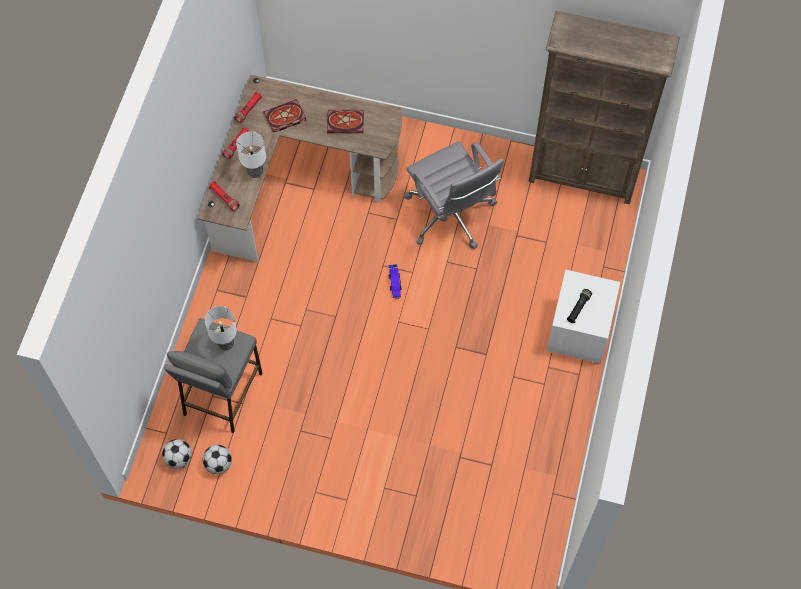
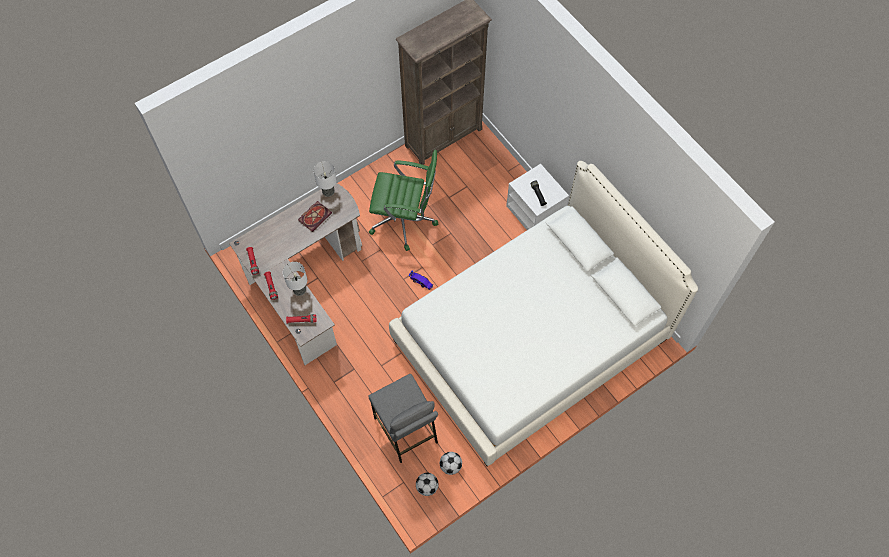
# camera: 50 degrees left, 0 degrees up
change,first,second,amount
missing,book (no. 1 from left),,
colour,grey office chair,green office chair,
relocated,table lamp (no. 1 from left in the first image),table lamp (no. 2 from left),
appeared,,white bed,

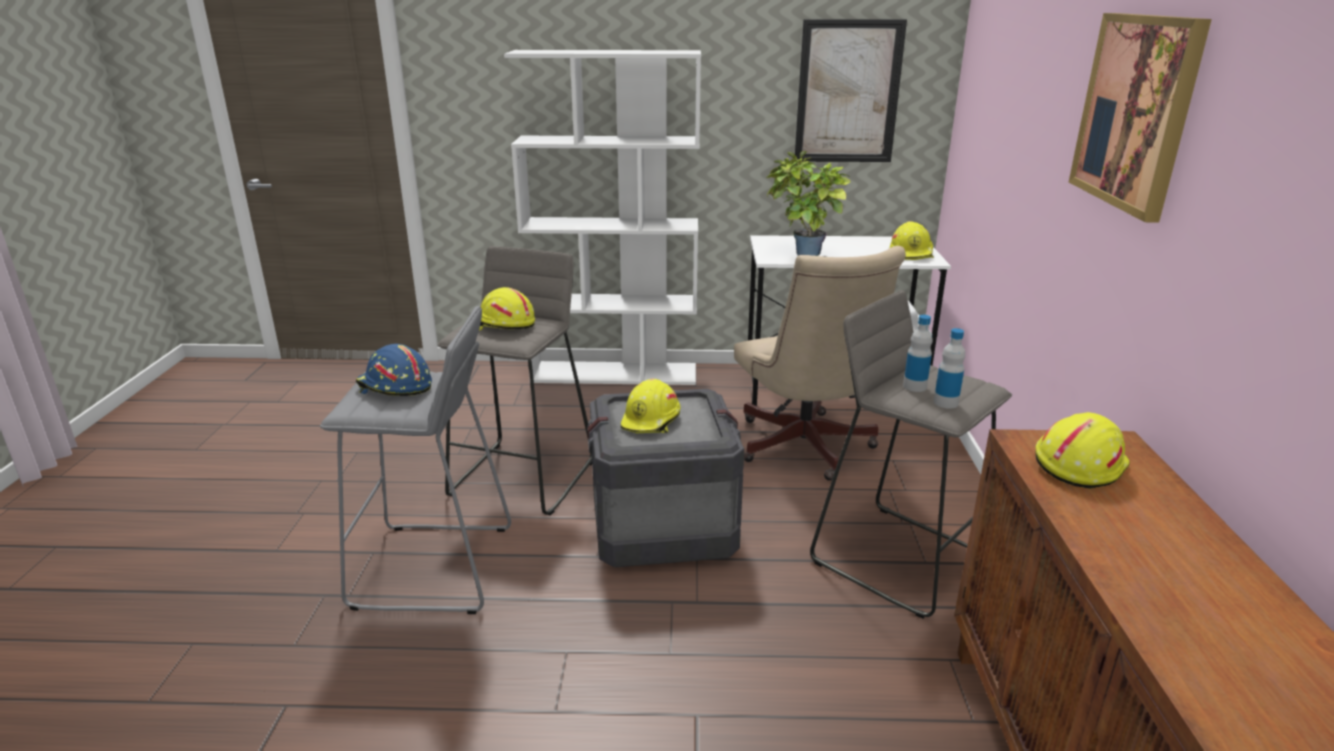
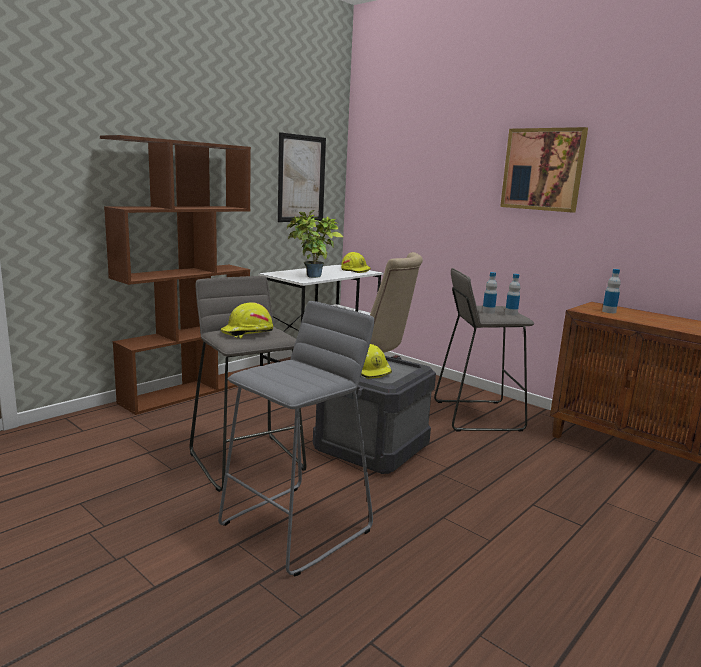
# camera: 50 degrees left, 10 degrees down
change,first,second,amount
colour,white bookcase,brown bookcase,
missing,blue hard hat,,
exchanged,yellow hard hat (no. 4 from left),bottle (no. 3 from left),

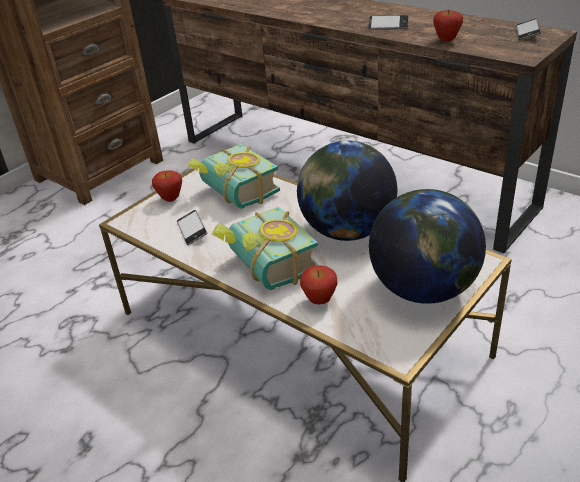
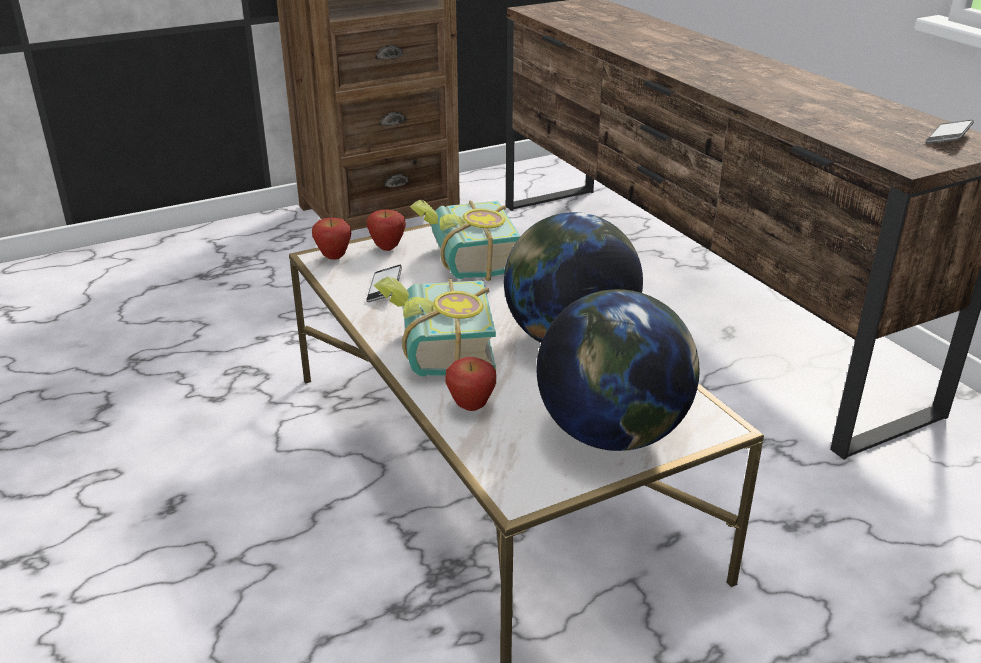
# camera: 20 degrees right, 5 degrees down
change,first,second,amount
relocated,apple (no. 3 from left in the first image),apple (no. 1 from left),
missing,phone (no. 2 from left),,

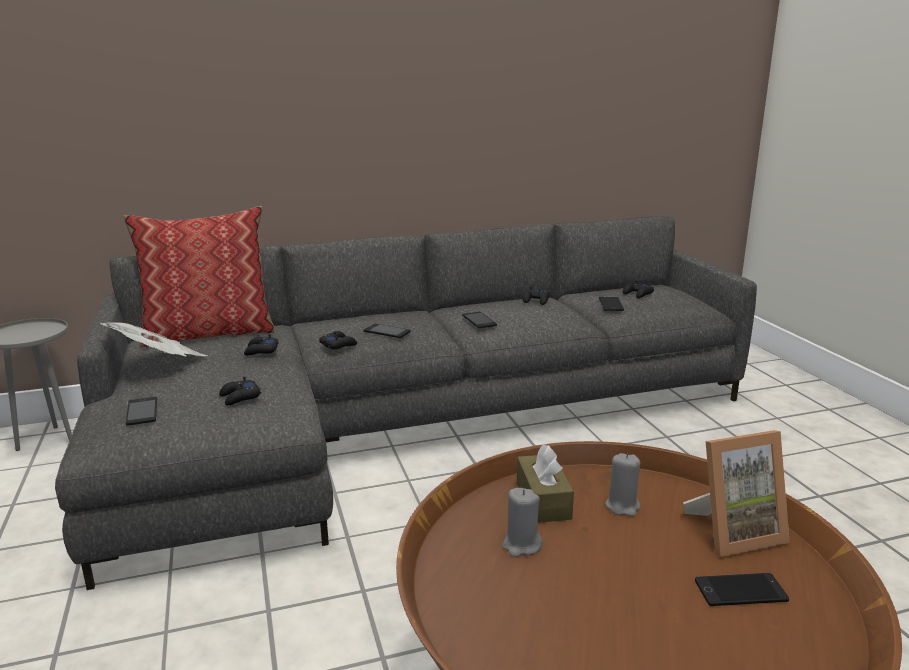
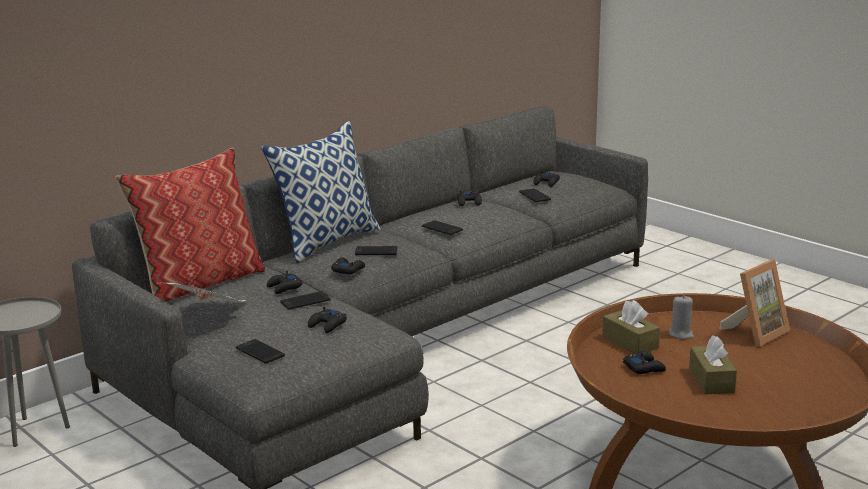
# camera: 25 degrees left, 0 degrees up
change,first,second,amount
exchanged,grey candle (no. 1 from left),black game controller (no. 6 from left),
relocated,phone (no. 5 from left in the first image),phone (no. 2 from left),
appeared,,pillow (no. 2 from left),
appeared,,brown tissue box (no. 2 from left),

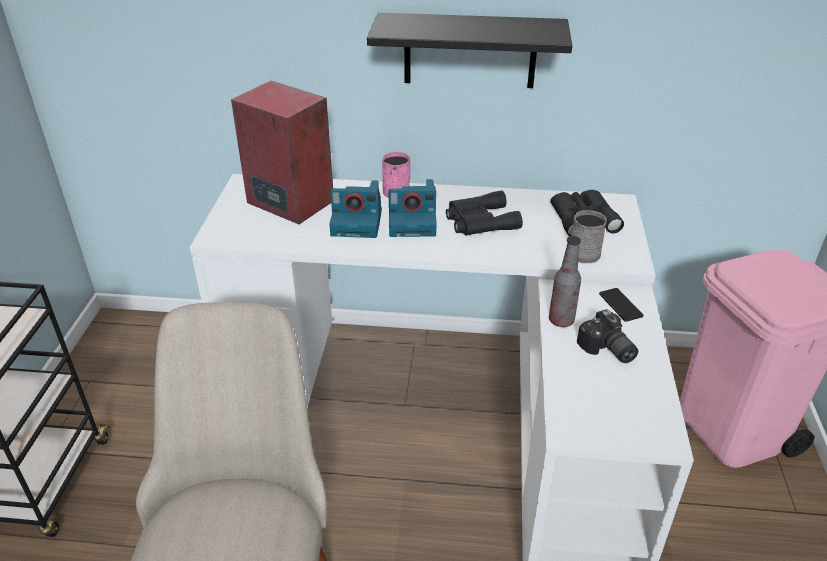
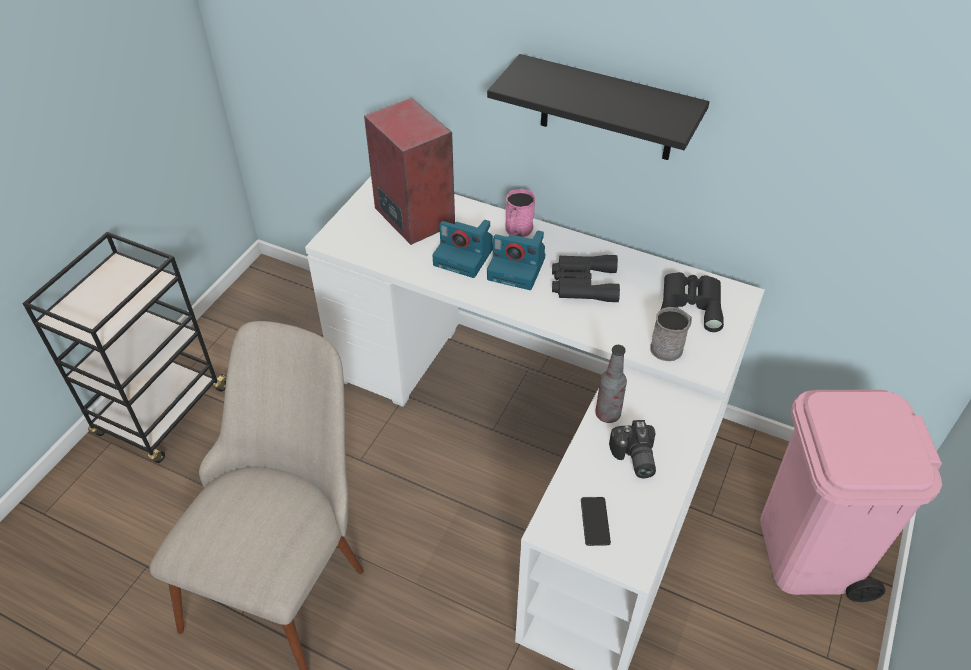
# camera: 20 degrees right, 10 degrees up
change,first,second,amount
relocated,phone,,

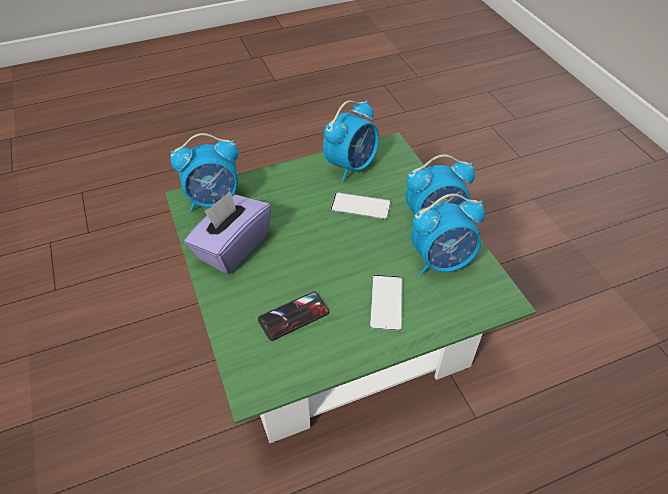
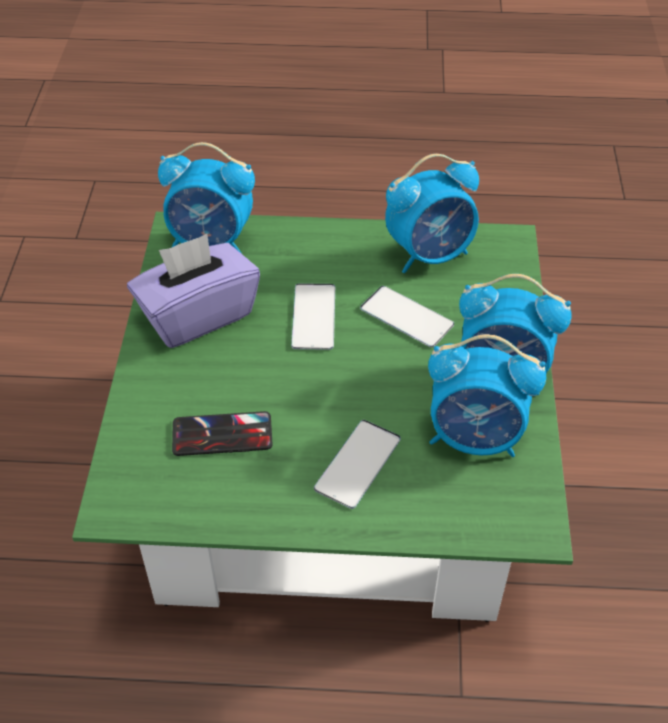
# camera: 25 degrees right, 0 degrees up
change,first,second,amount
appeared,,phone (no. 2 from left),

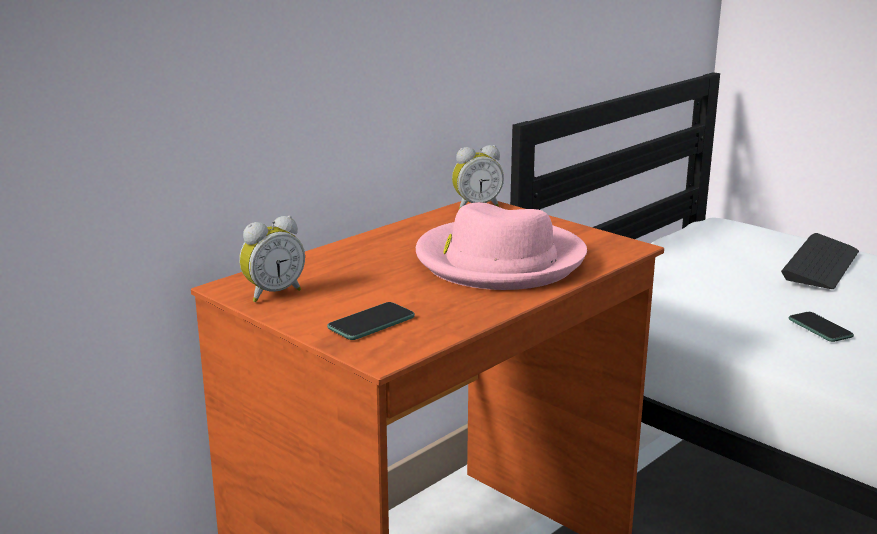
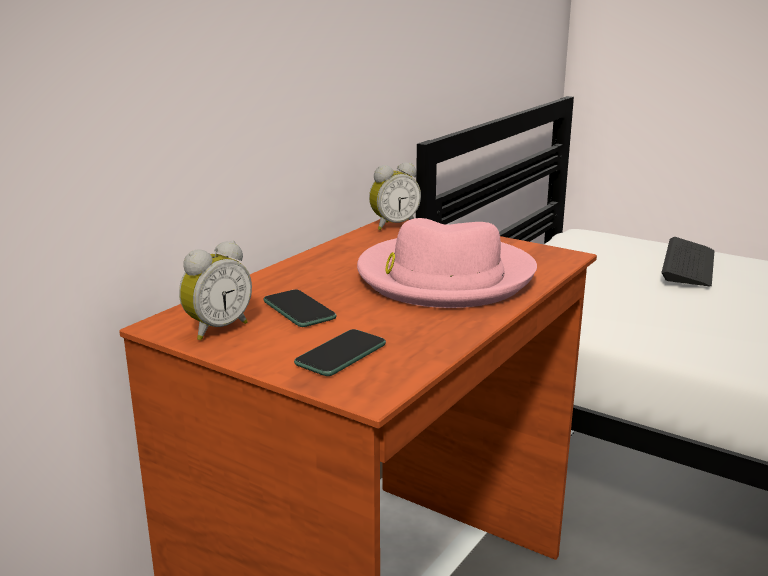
# camera: 10 degrees left, 0 degrees up
change,first,second,amount
relocated,phone (no. 2 from left in the first image),phone (no. 1 from left),

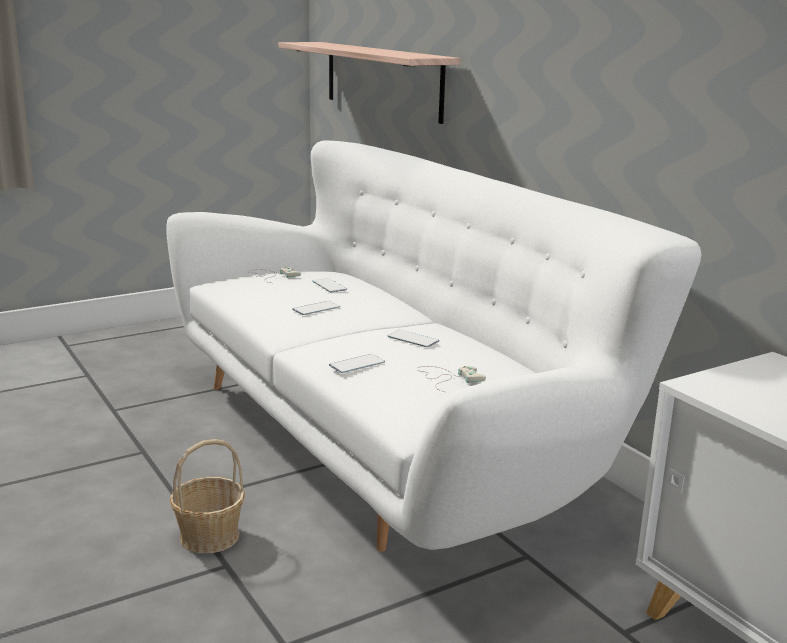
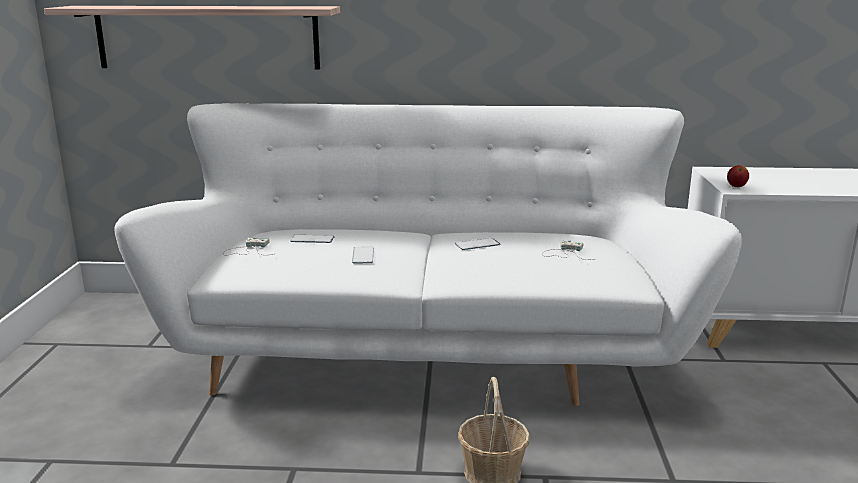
# camera: 55 degrees left, 0 degrees up
change,first,second,amount
missing,phone (no. 3 from left),,
appeared,,apple,

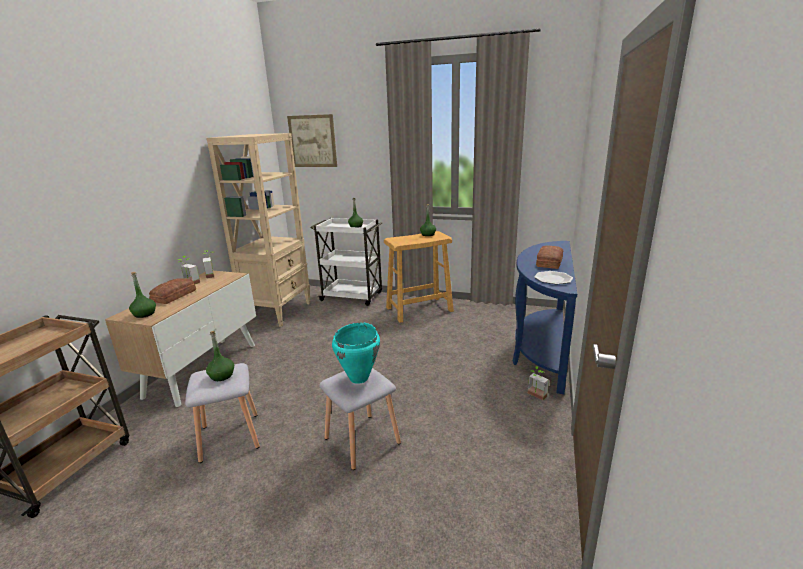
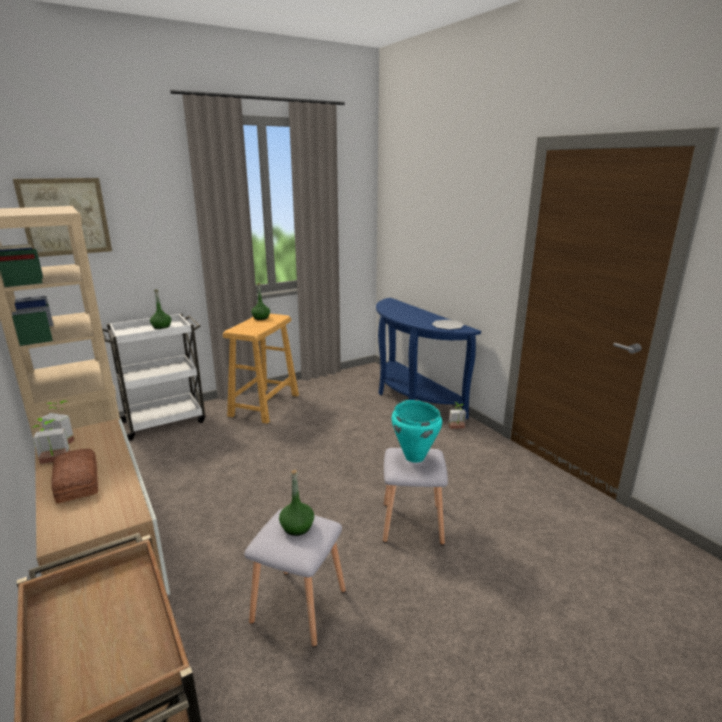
# camera: 50 degrees left, 0 degrees up
change,first,second,amount
missing,bread (no. 2 from left),,
missing,green bottle (no. 1 from left),,

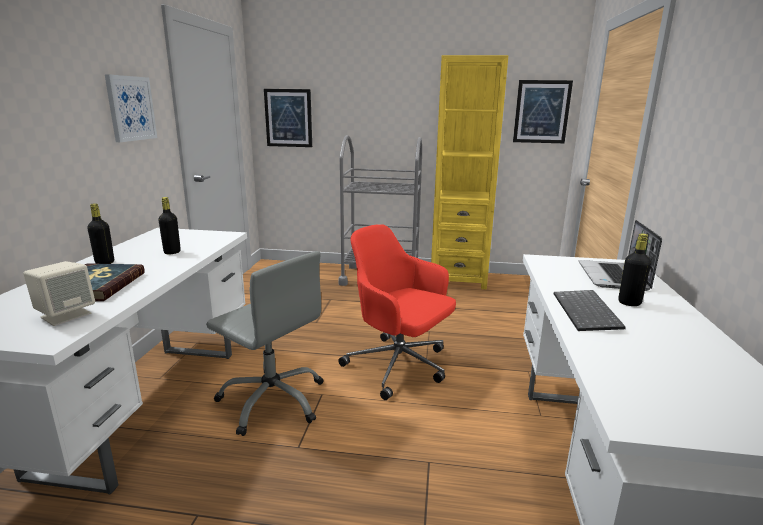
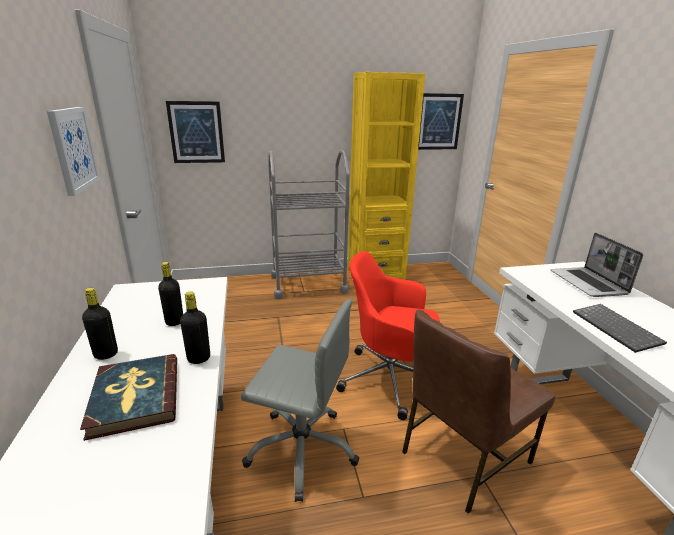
# camera: 20 degrees left, 5 degrees up
change,first,second,amount
relocated,black bottle (no. 3 from left),,
missing,beige speaker,,
appeared,,brown chair,

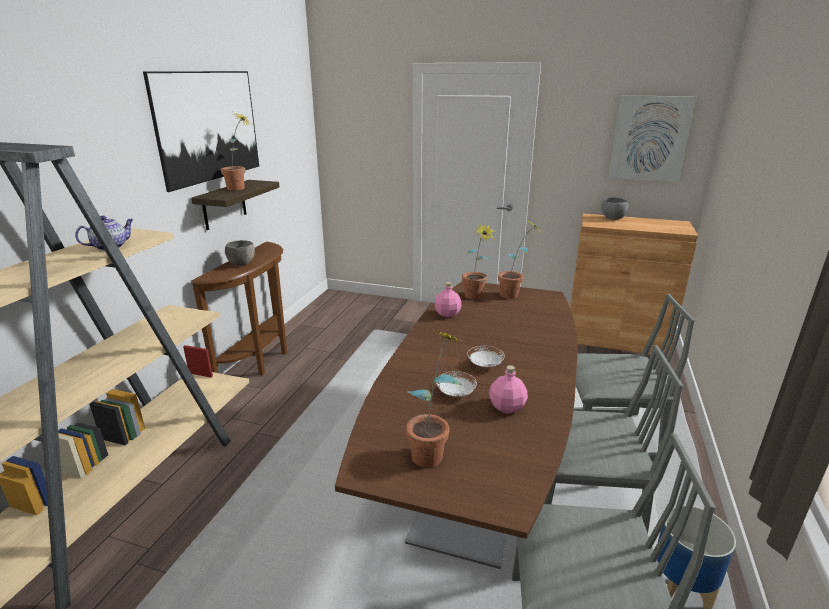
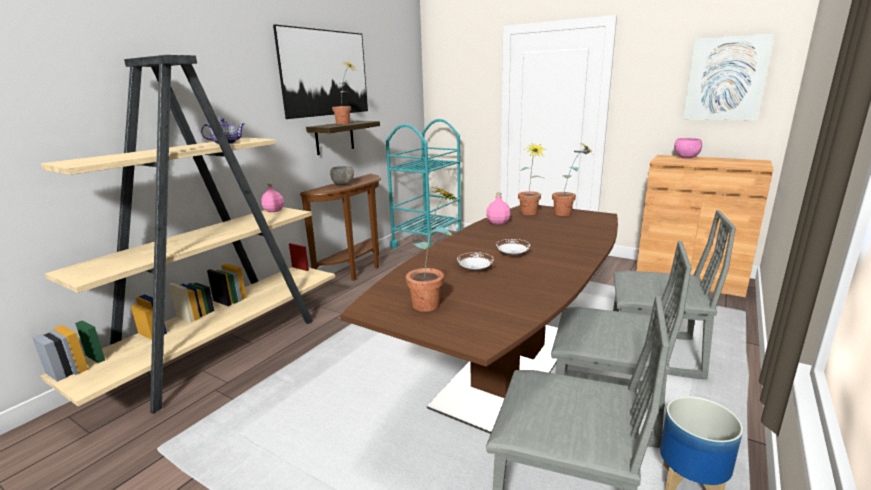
# camera: 15 degrees right, 5 degrees down
change,first,second,amount
colour,grey bowl (no. 2 from left),pink bowl,
relocated,pink bottle (no. 2 from left in the first image),pink bottle (no. 1 from left),
appeared,,turquoise cart,

